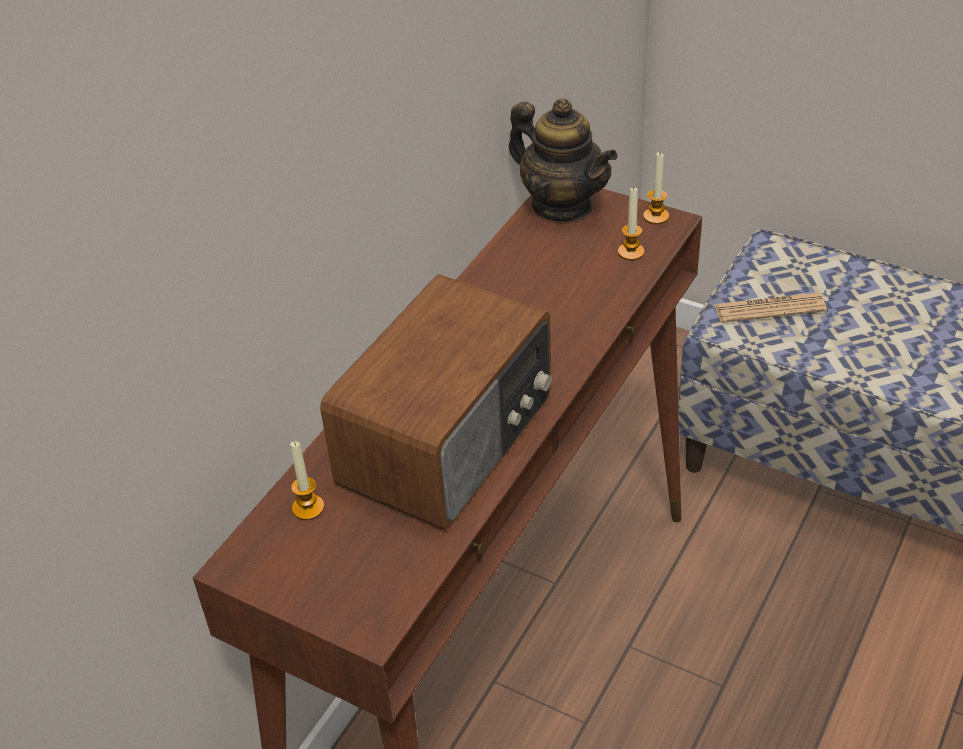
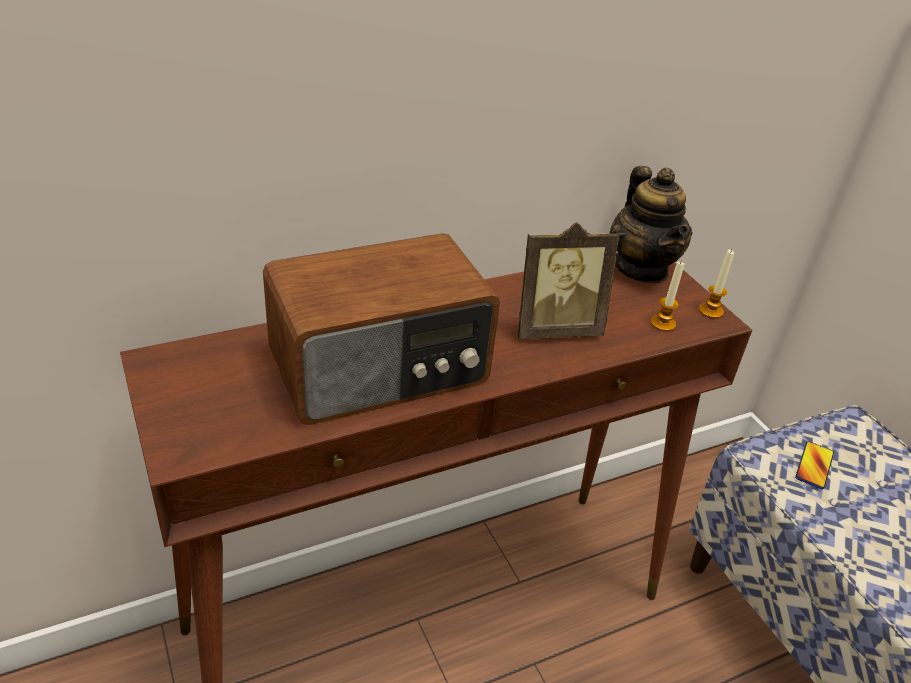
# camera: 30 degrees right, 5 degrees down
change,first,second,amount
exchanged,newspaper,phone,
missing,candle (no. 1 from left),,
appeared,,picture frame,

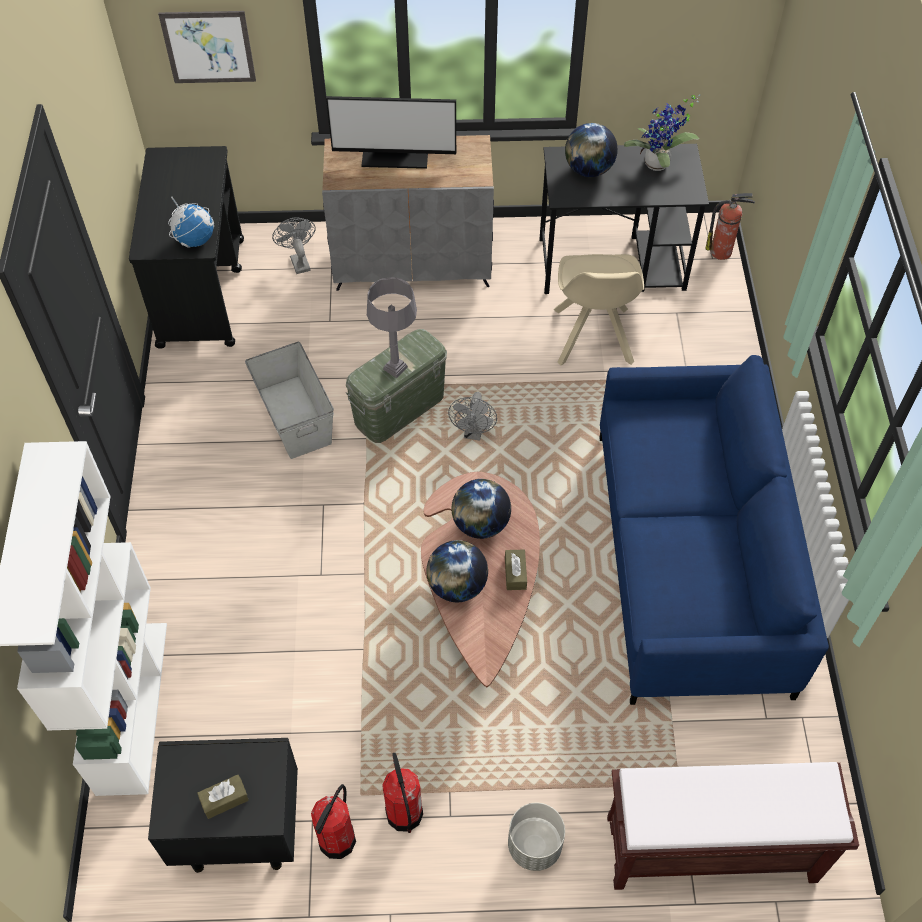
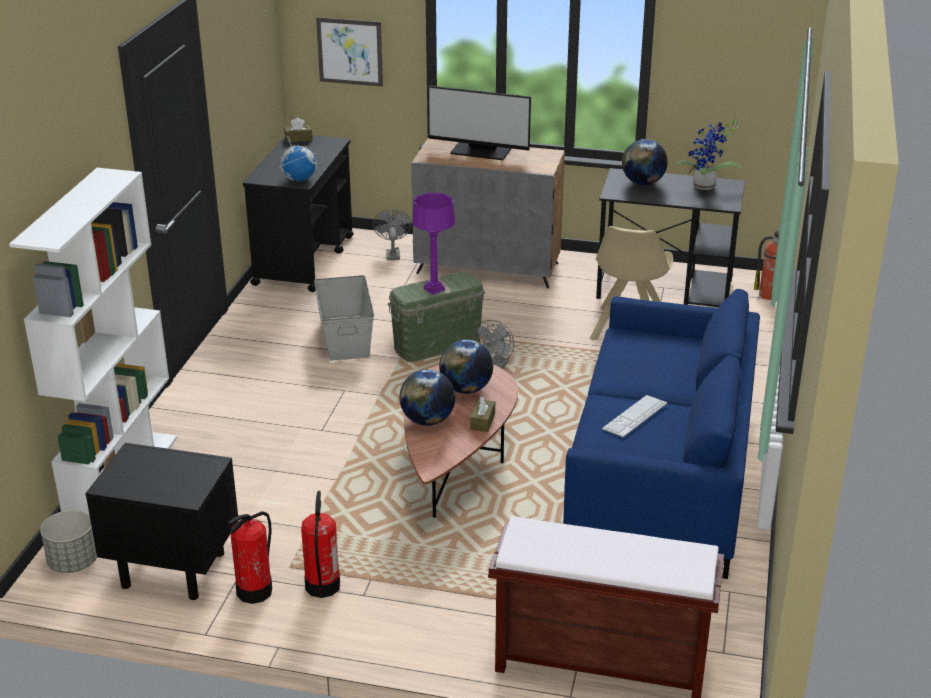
# camera: 15 degrees right, 25 degrees down
change,first,second,amount
colour,grey table lamp,purple table lamp,
relocated,brown tissue box (no. 1 from left),,
relocated,grey planter,,
appeared,,keyboard,

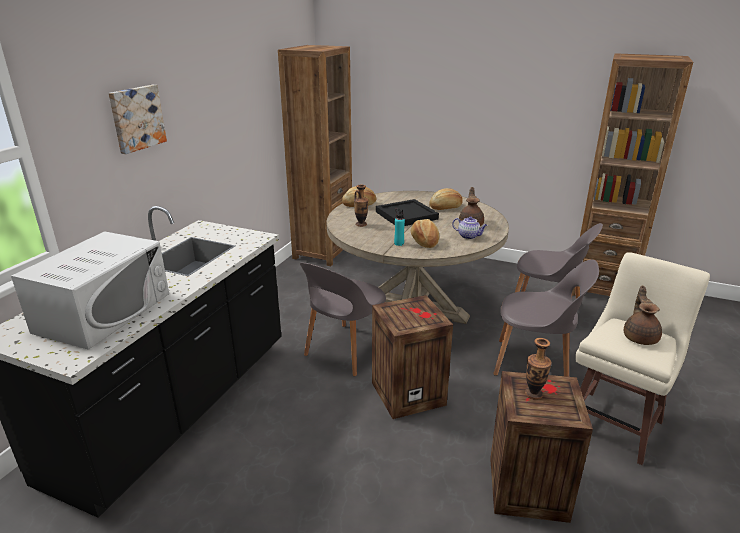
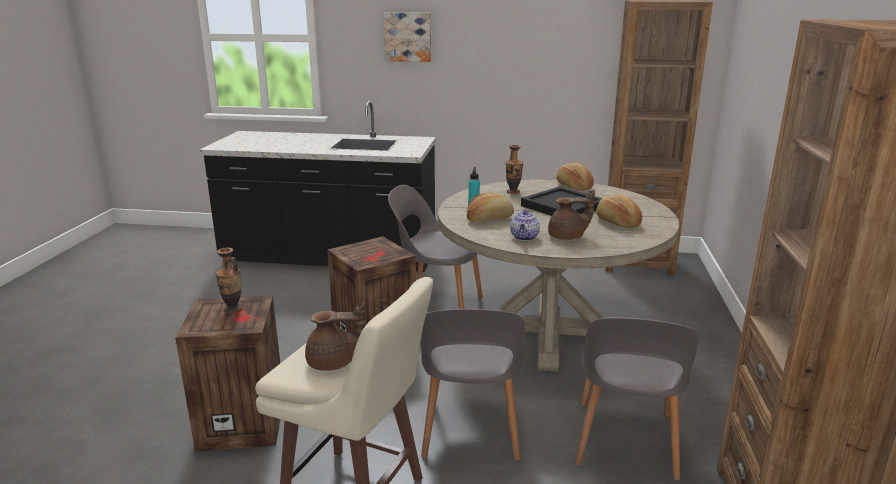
# camera: 75 degrees right, 5 degrees down
change,first,second,amount
missing,white microwave,,

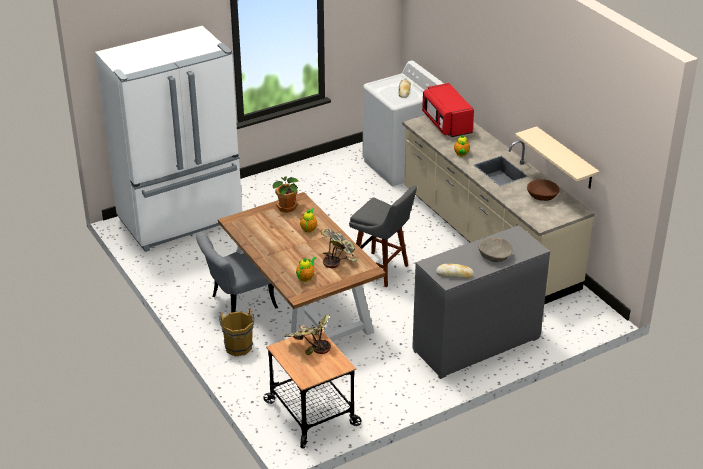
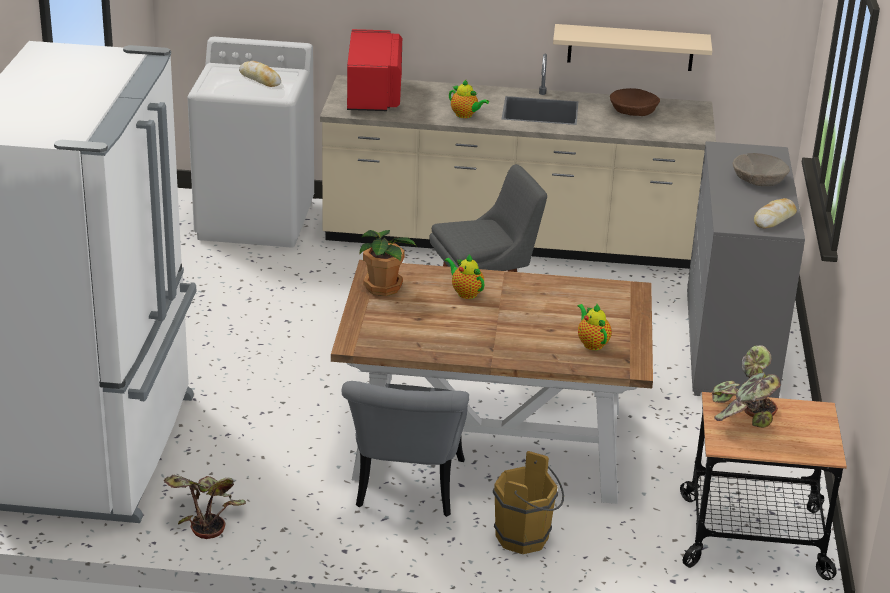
# camera: 55 degrees left, 5 degrees down
change,first,second,amount
spun,red microwave,,105 degrees counterclockwise
relocated,potted plant (no. 3 from left in the first image),potted plant (no. 1 from left),

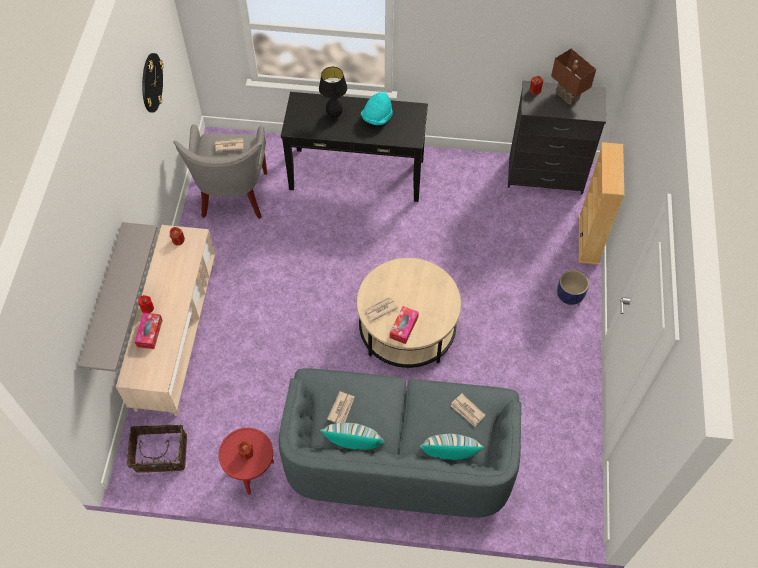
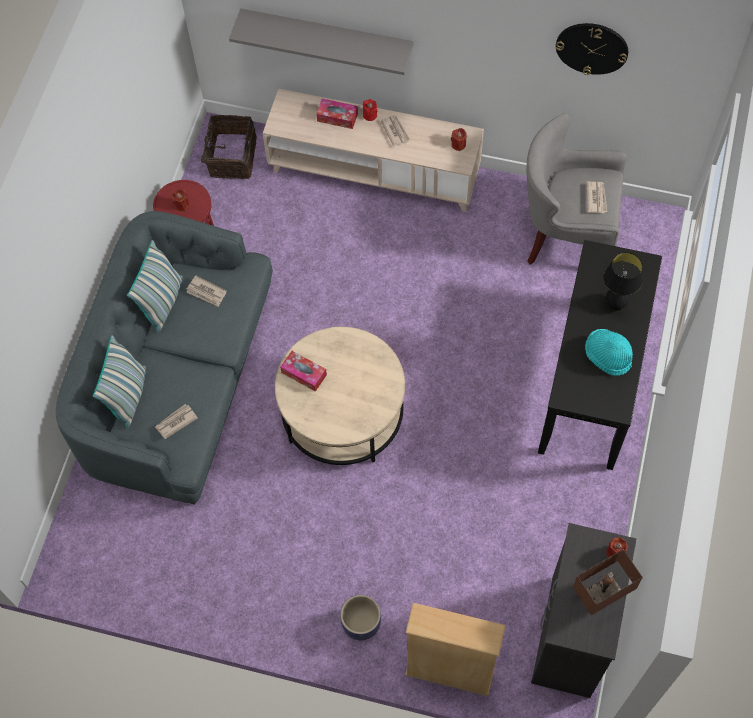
# camera: 100 degrees right, 5 degrees up
change,first,second,amount
relocated,newspaper (no. 3 from left),,

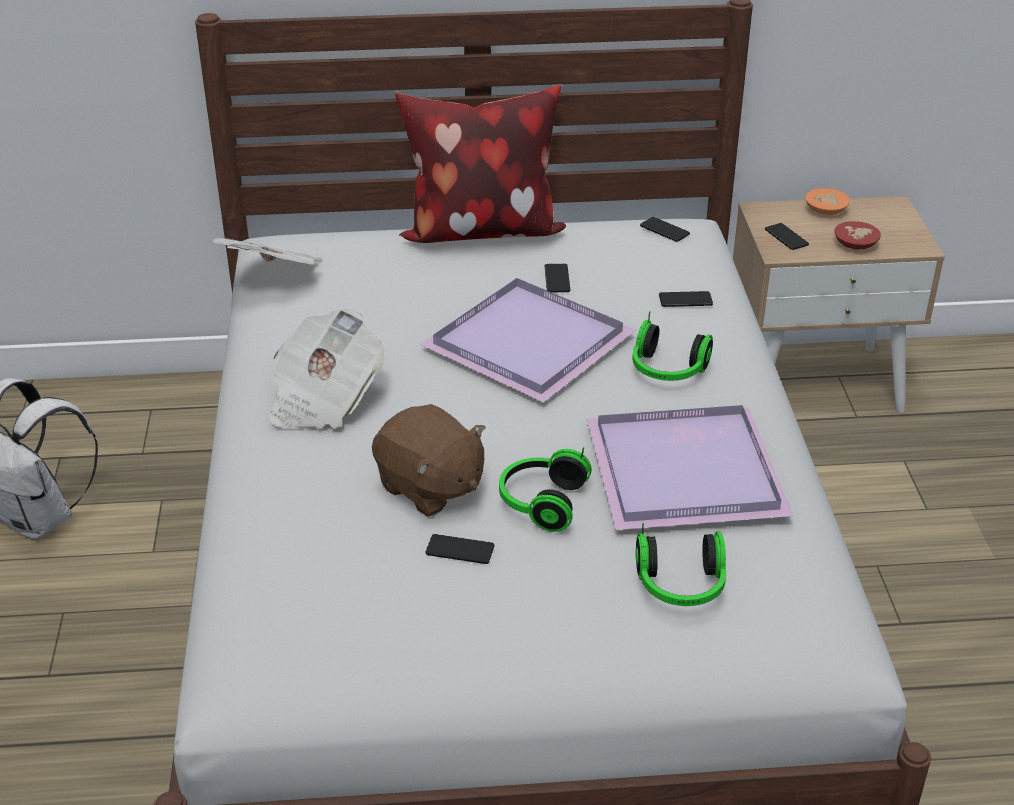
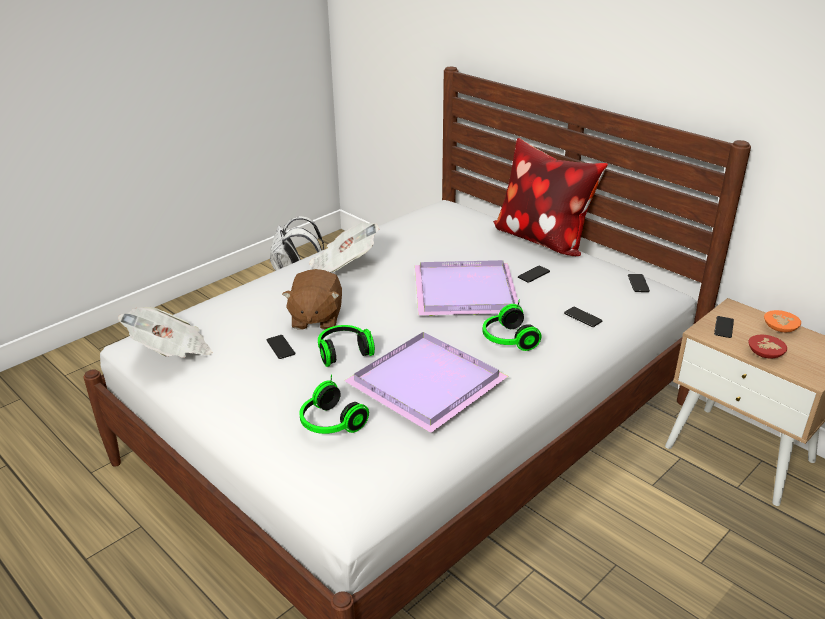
# camera: 50 degrees right, 5 degrees down
change,first,second,amount
relocated,newspaper (no. 1 from left),,

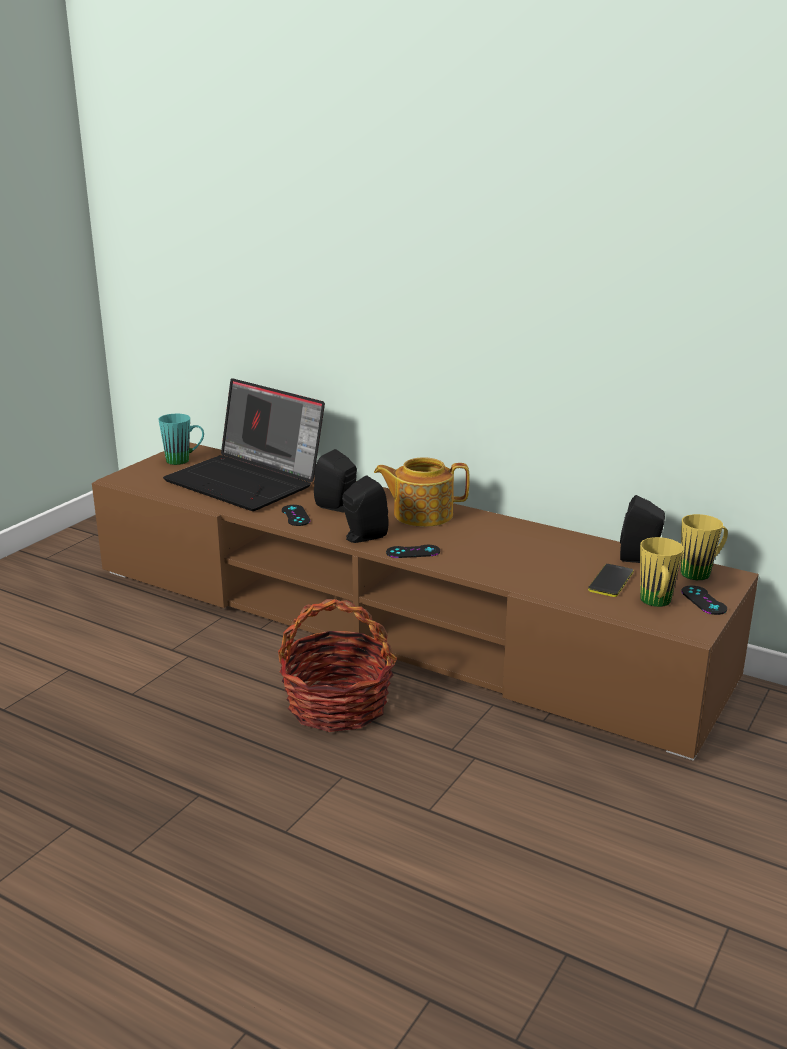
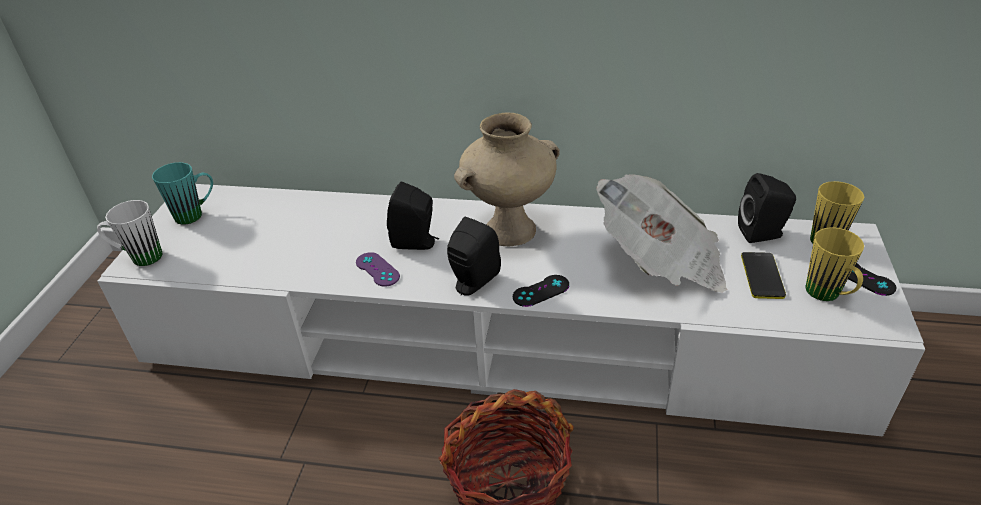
# camera: 20 degrees left, 15 degrees up
change,first,second,amount
missing,laptop,,
colour,brown tv stand,white tv stand,
exchanged,teapot,beige vase,
colour,black game controller (no. 1 from left),purple game controller,
appeared,,newspaper,
appeared,,white mug,

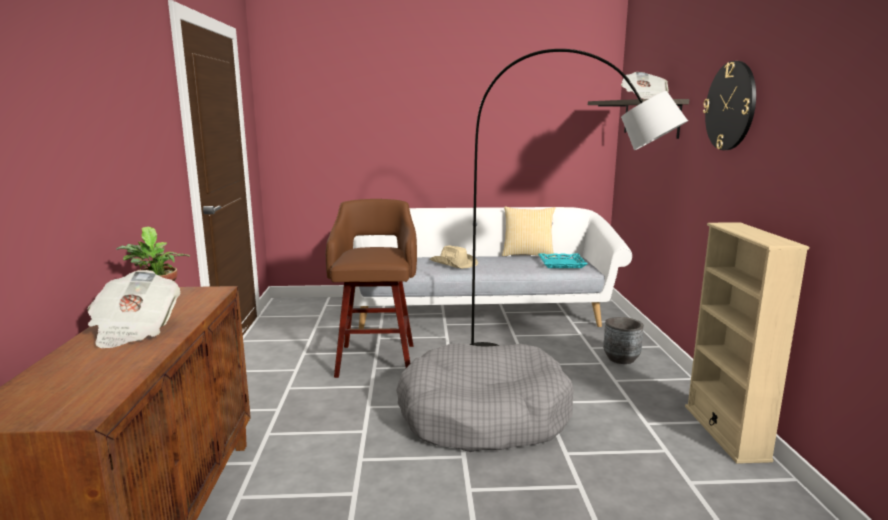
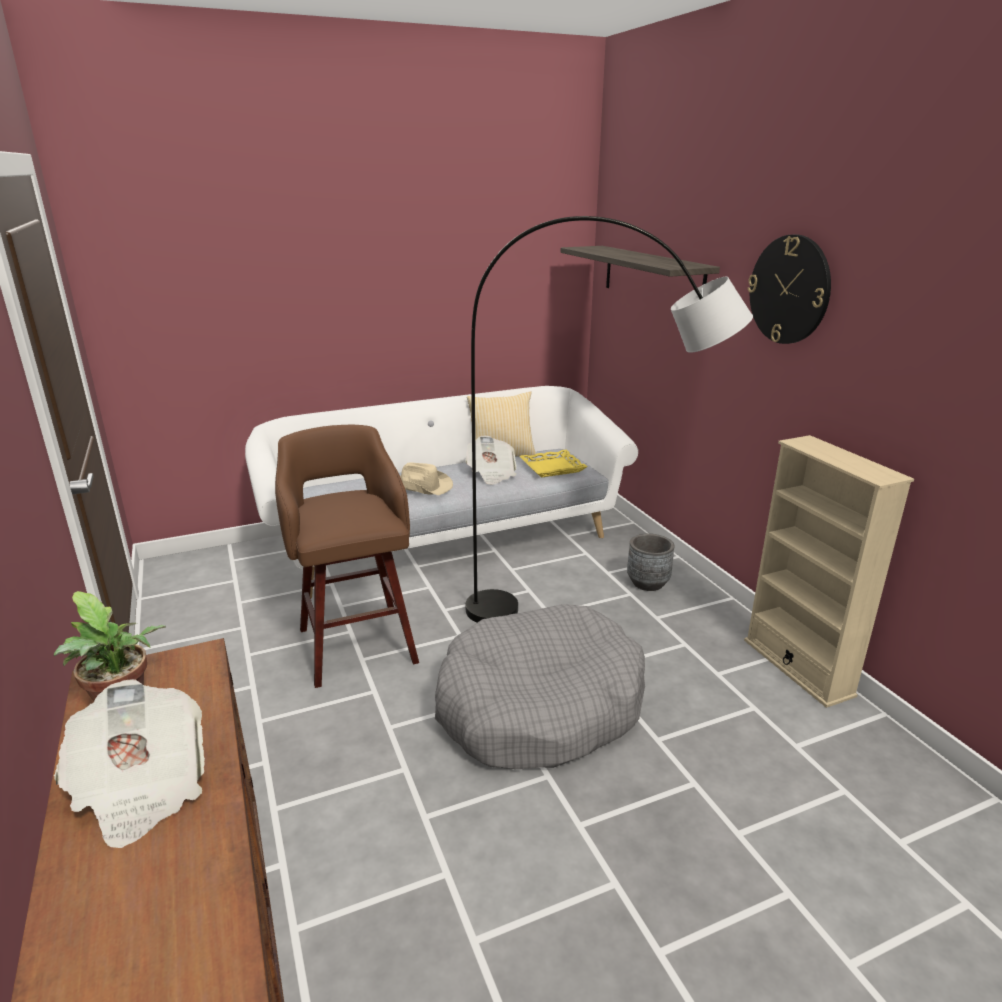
# camera: 20 degrees left, 10 degrees up
change,first,second,amount
relocated,newspaper (no. 2 from left),,
colour,turquoise tray,yellow tray,

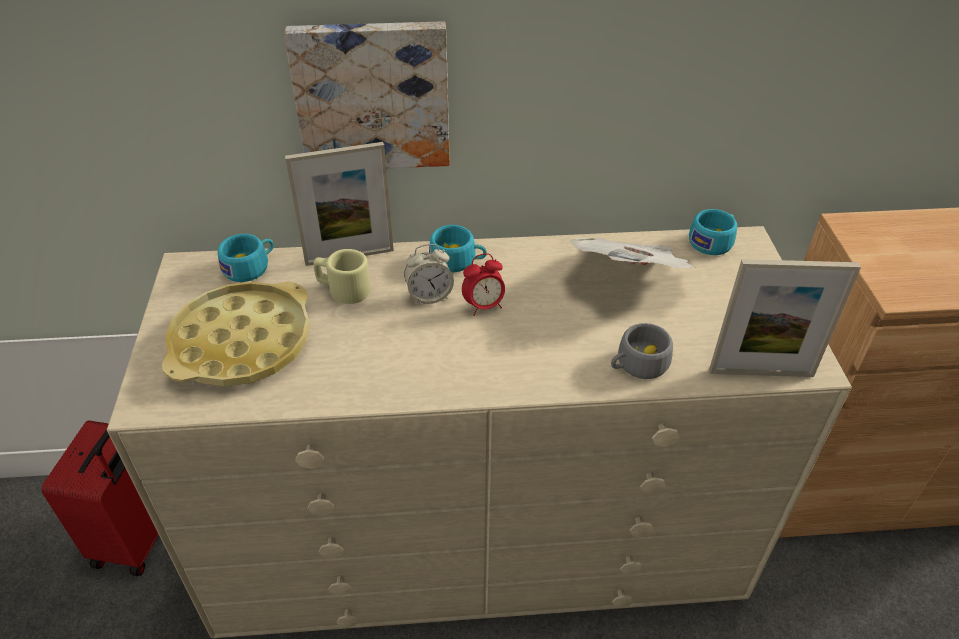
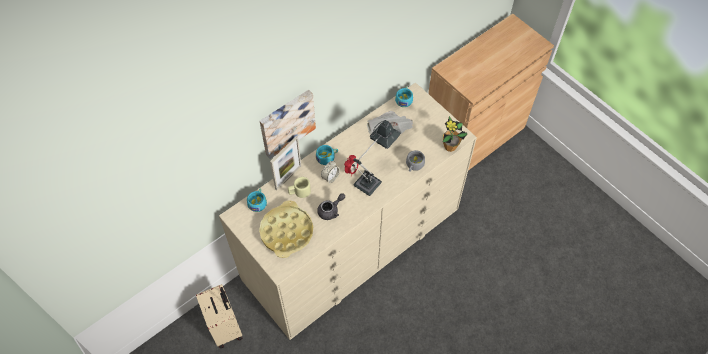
# camera: 35 degrees left, 15 degrees up
change,first,second,amount
exchanged,picture frame (no. 2 from left),potted plant,
colour,red suitcase,beige suitcase,
appeared,,table lamp,
appeared,,grey teapot,

